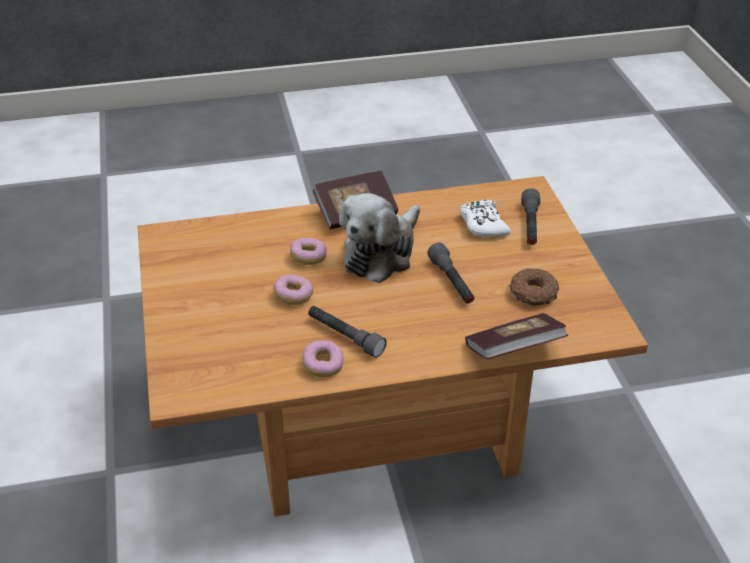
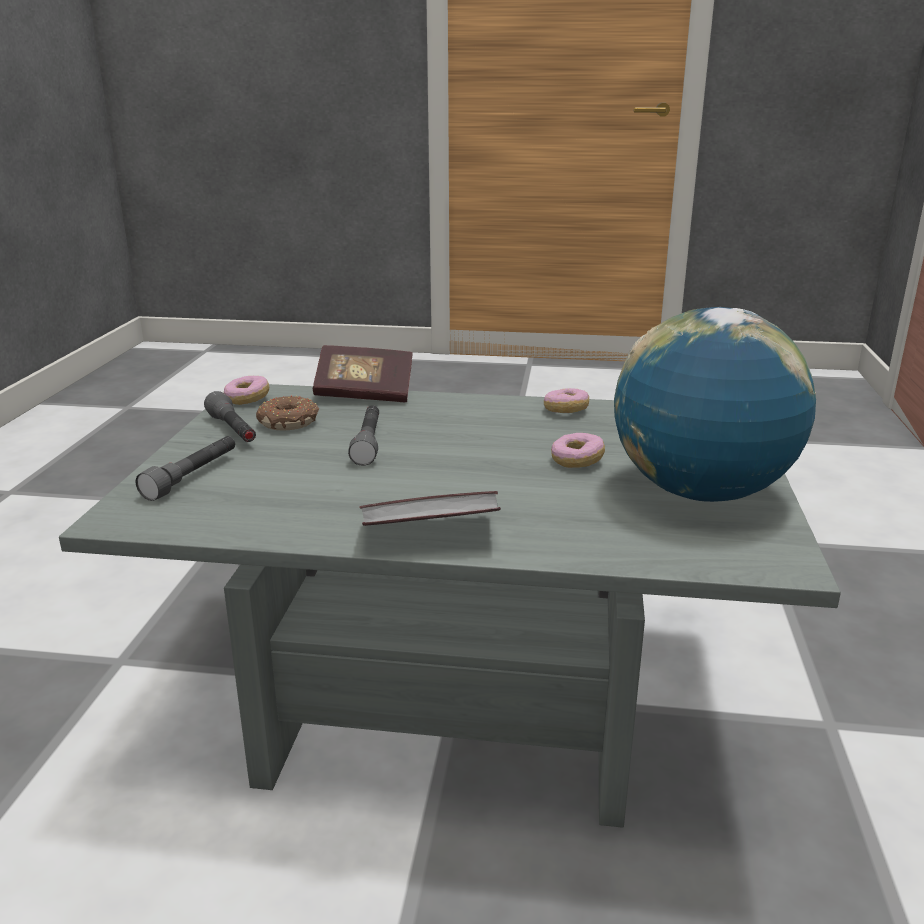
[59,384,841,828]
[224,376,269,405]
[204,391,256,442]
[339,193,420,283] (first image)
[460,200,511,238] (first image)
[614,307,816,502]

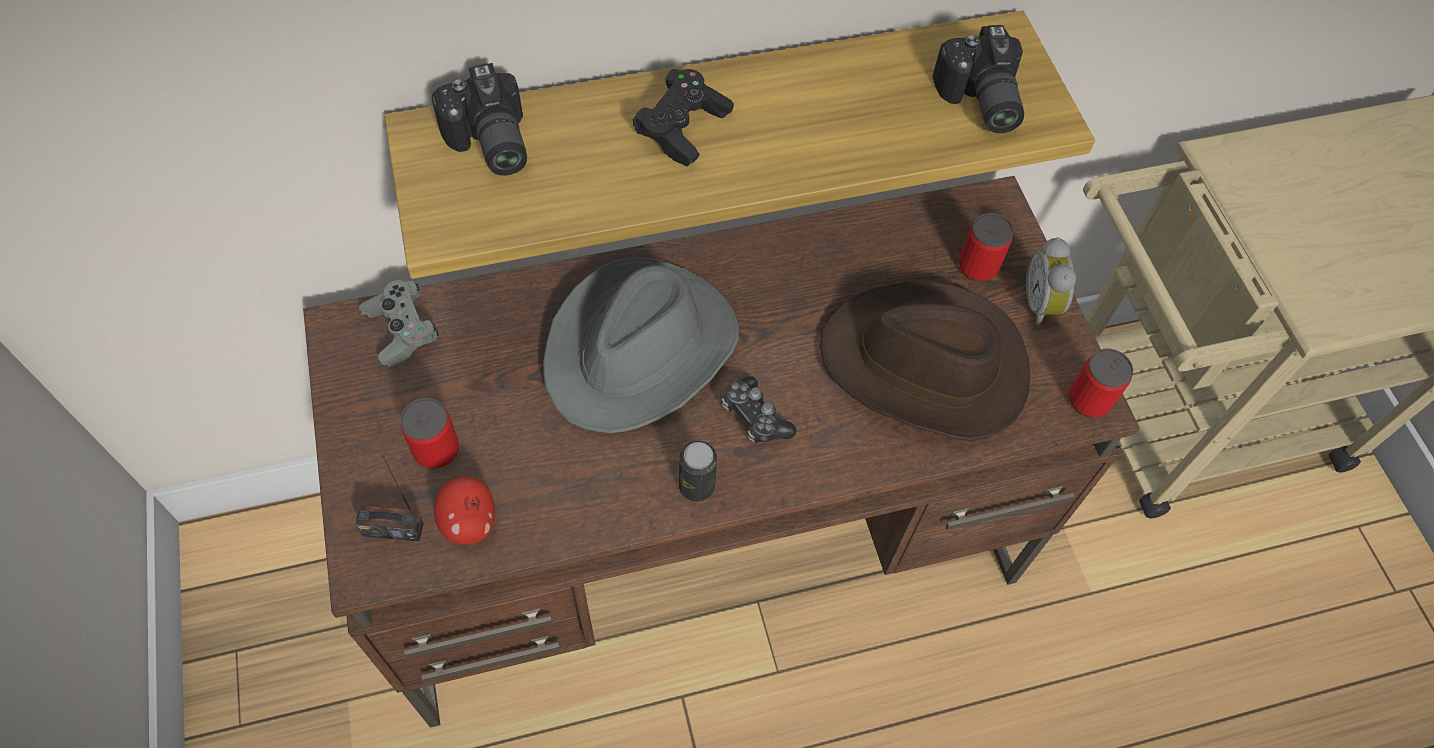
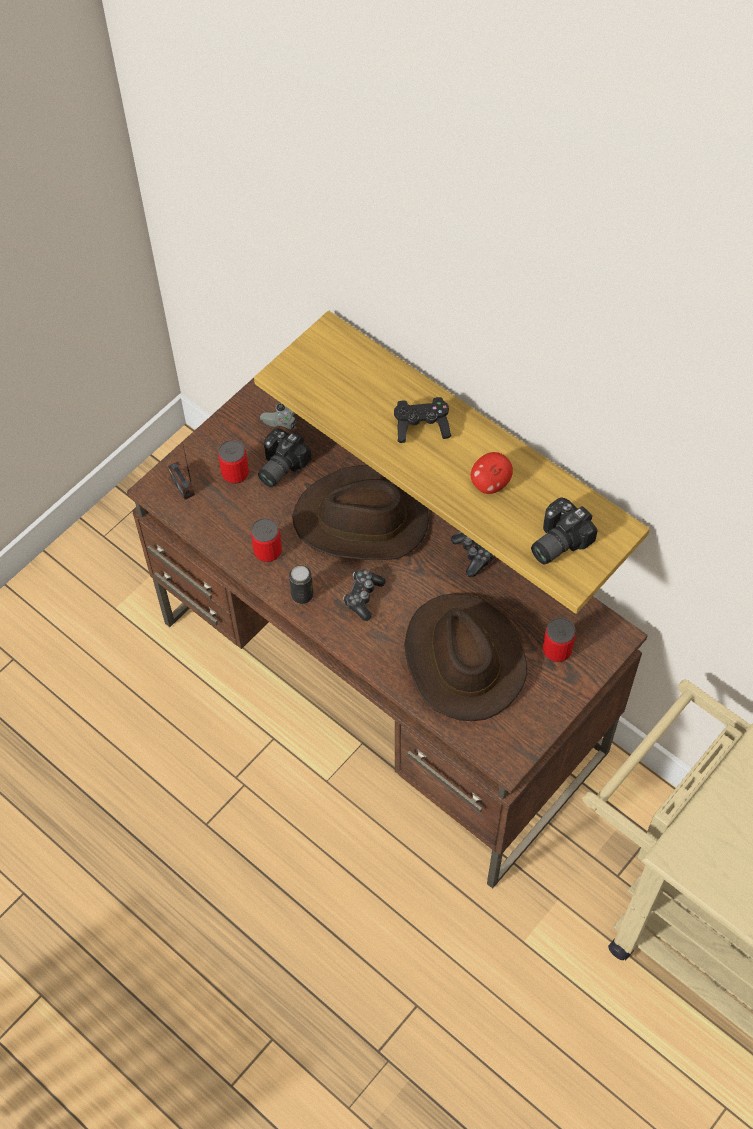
[258,428,312,487]
[471,452,513,494]
[292,465,429,560]
[1026,237,1076,327] (first image)
[251,518,282,562]
[451,532,494,577]

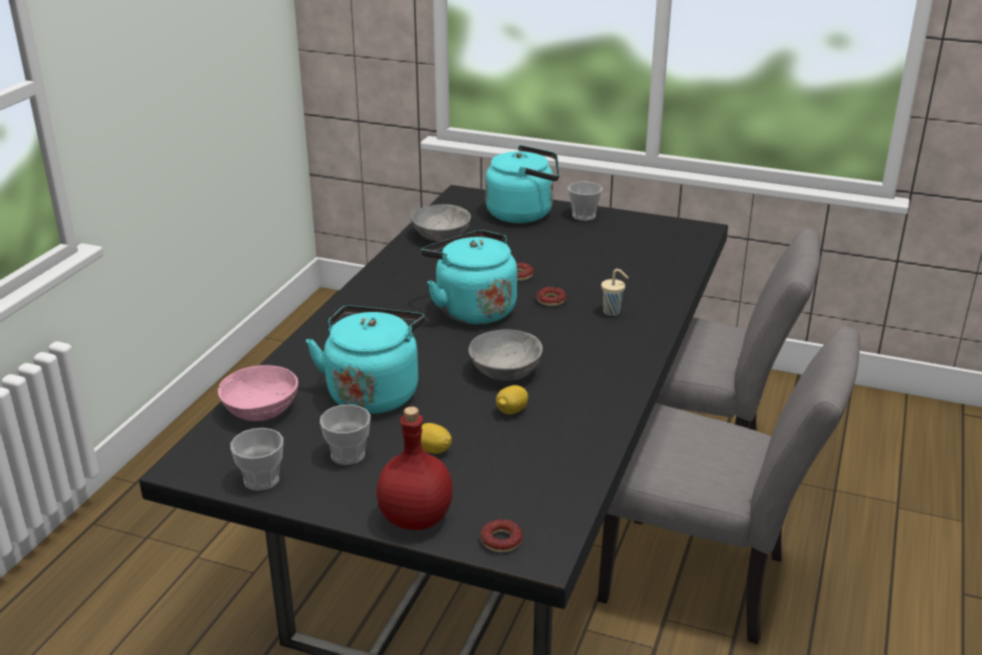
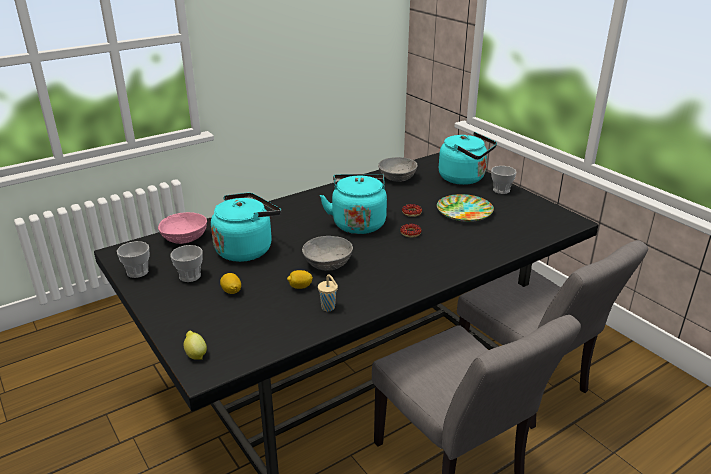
[377,407,453,530] (first image)
[184,331,207,360]
[318,275,338,311]
[437,194,494,222]

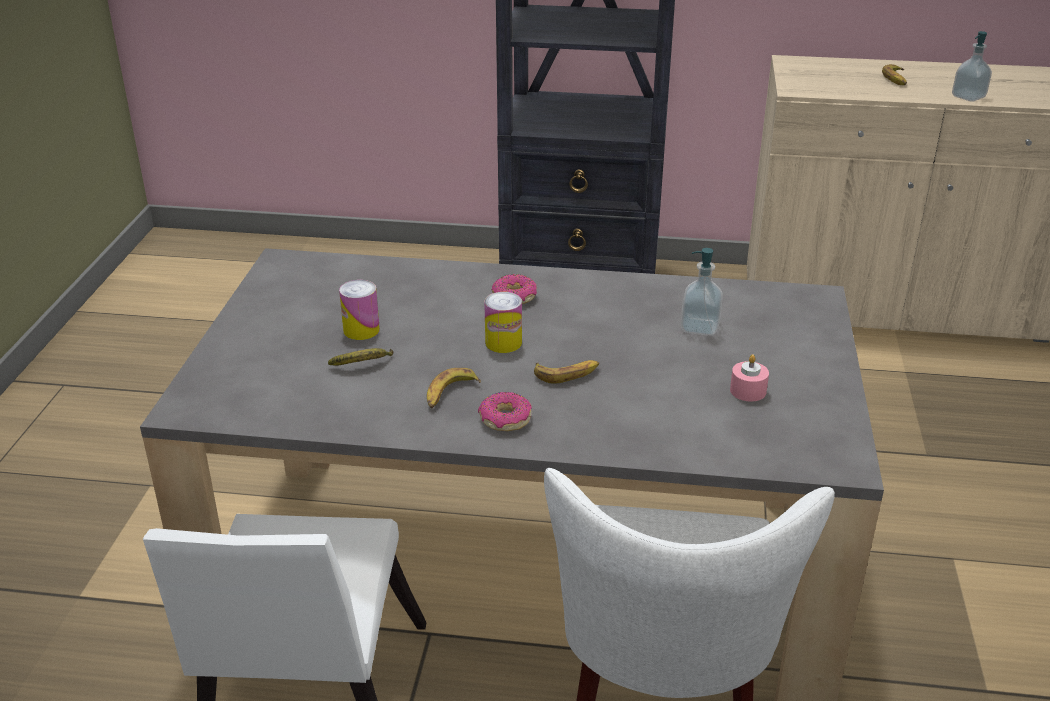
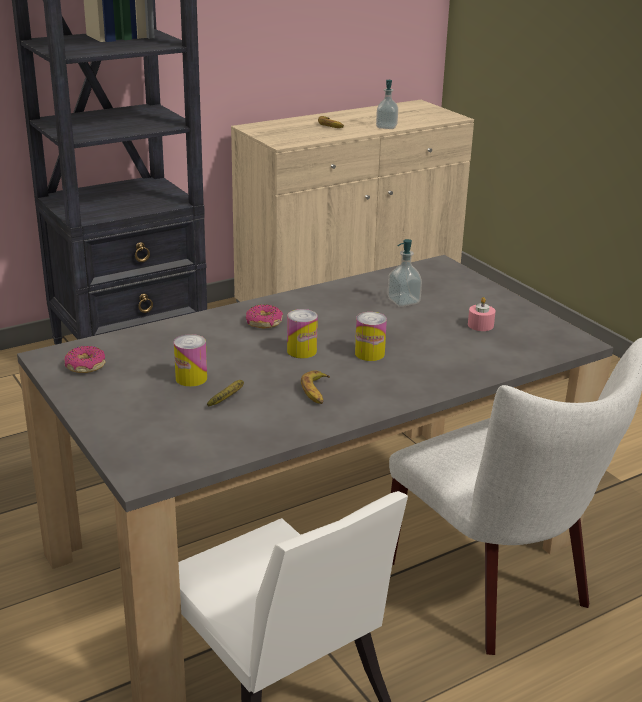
[64,346,106,373]
[355,312,387,361]

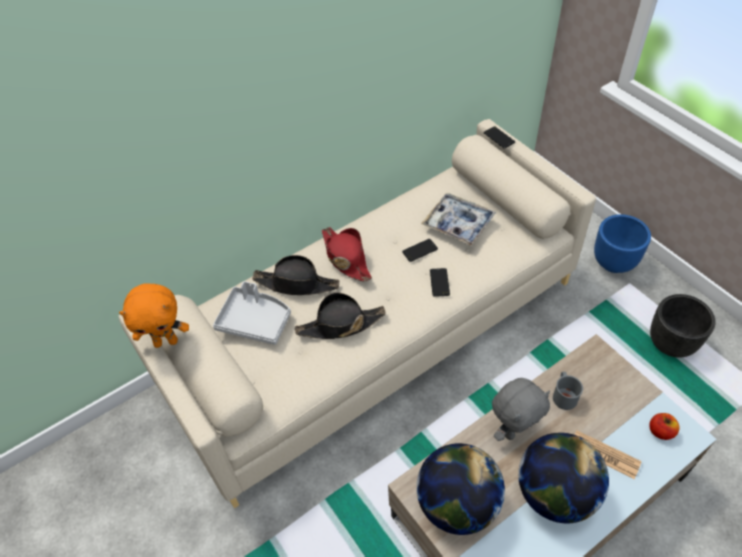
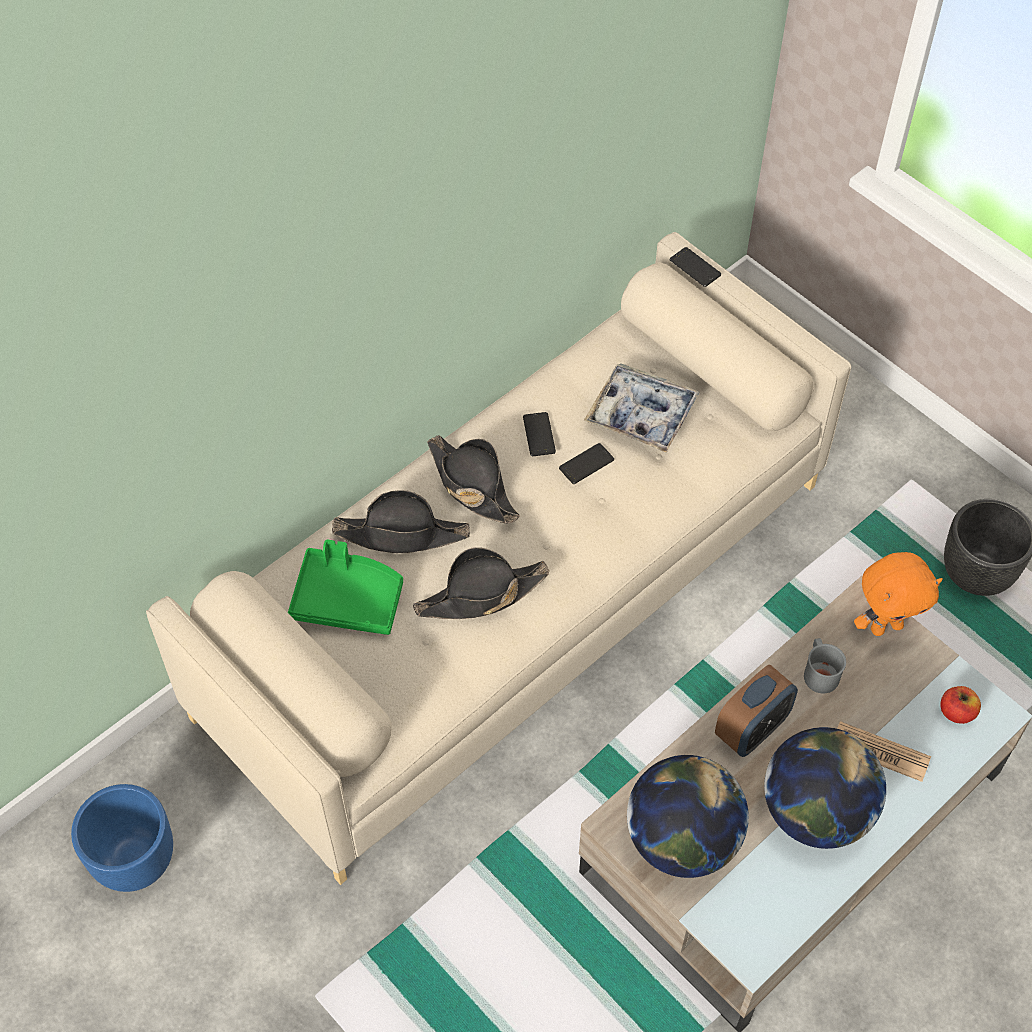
[854,552,943,636]
[288,540,403,635]
[427,435,520,523]
[523,412,556,456]
[715,665,798,757]
[71,784,173,892]

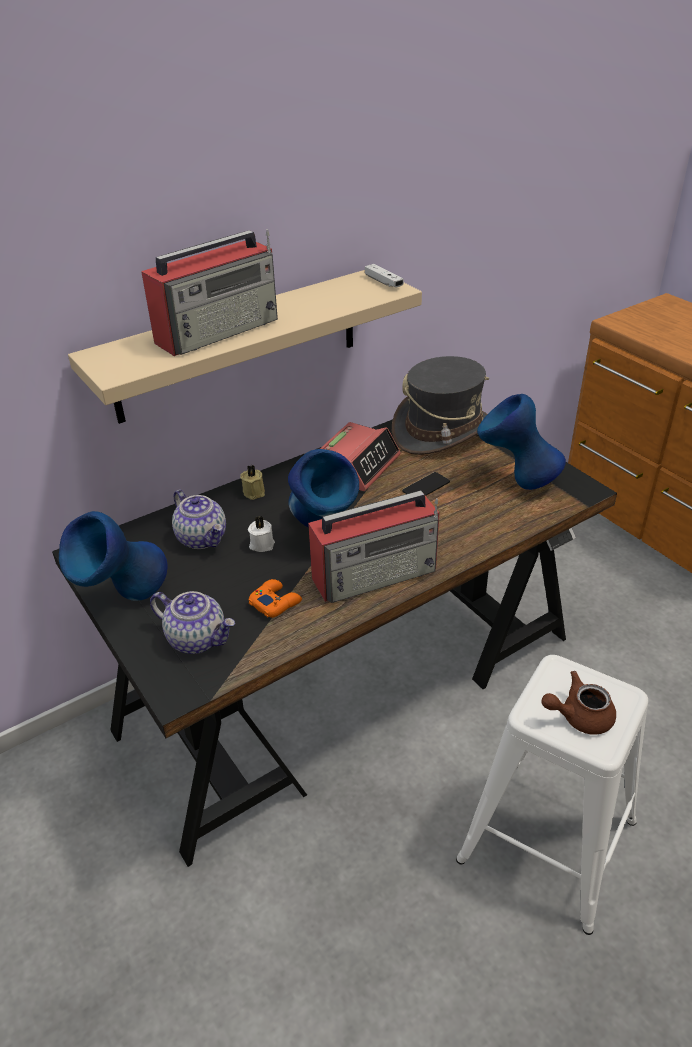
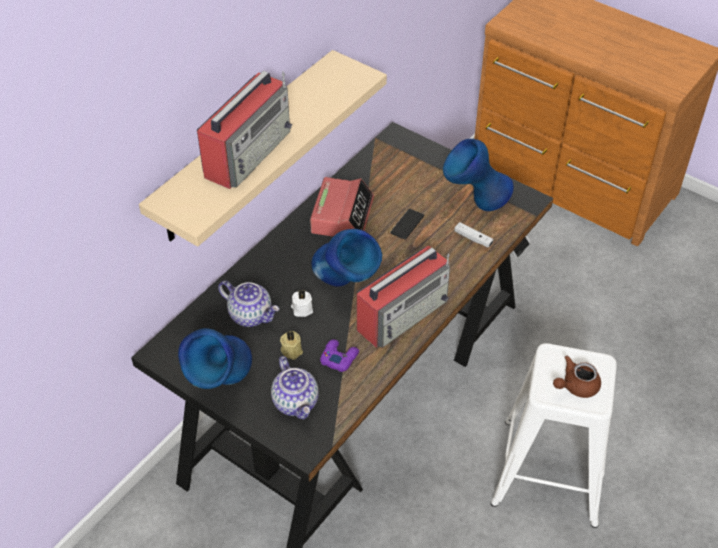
[271,356,319,420]
[280,331,303,360]
[320,339,359,372]
[455,222,493,248]
[392,356,489,455] (first image)

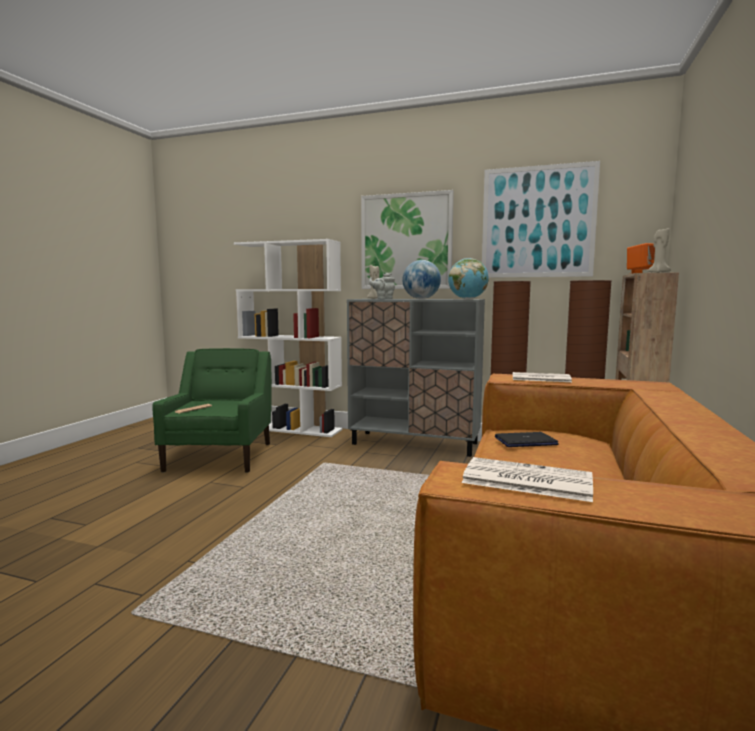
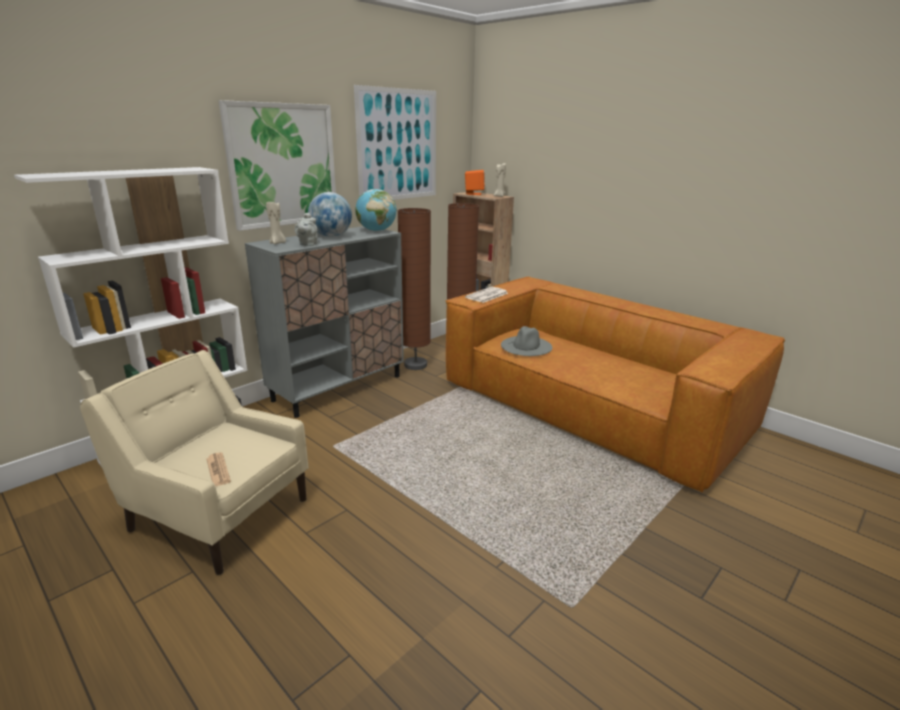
[80,350,309,575]
[461,457,593,502] (first image)
[501,326,552,356]

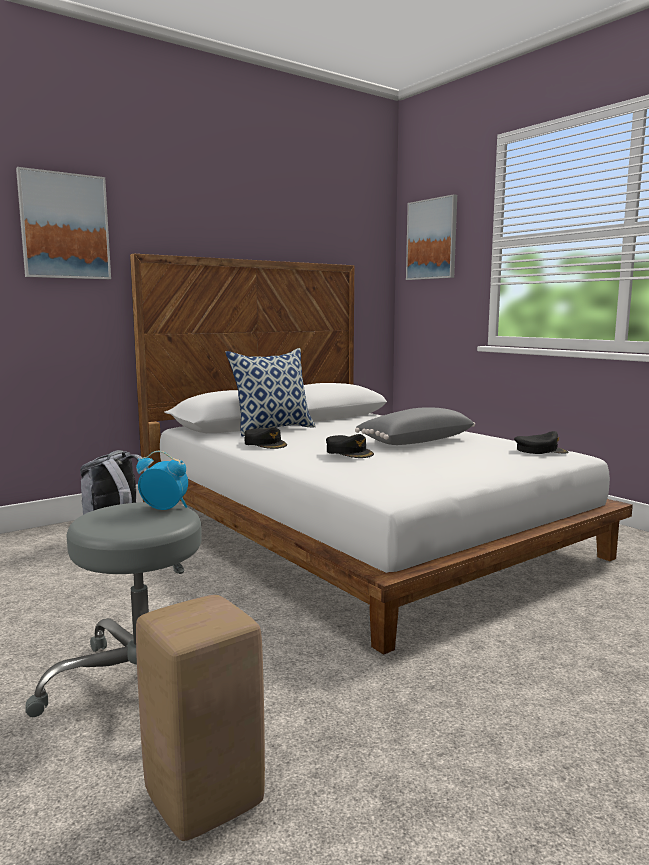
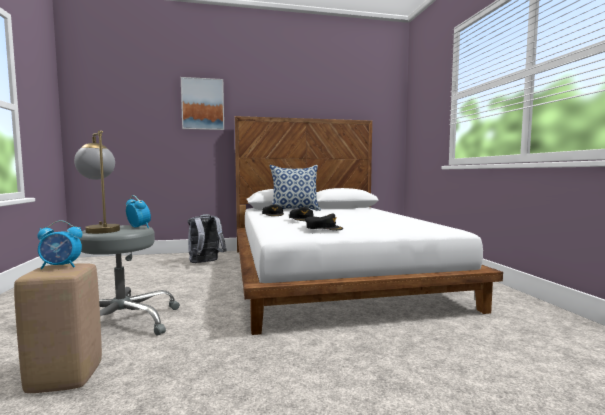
[355,407,475,445] (first image)
[406,194,457,280] (first image)
[305,214,343,230]
[37,221,82,269]
[74,131,120,234]

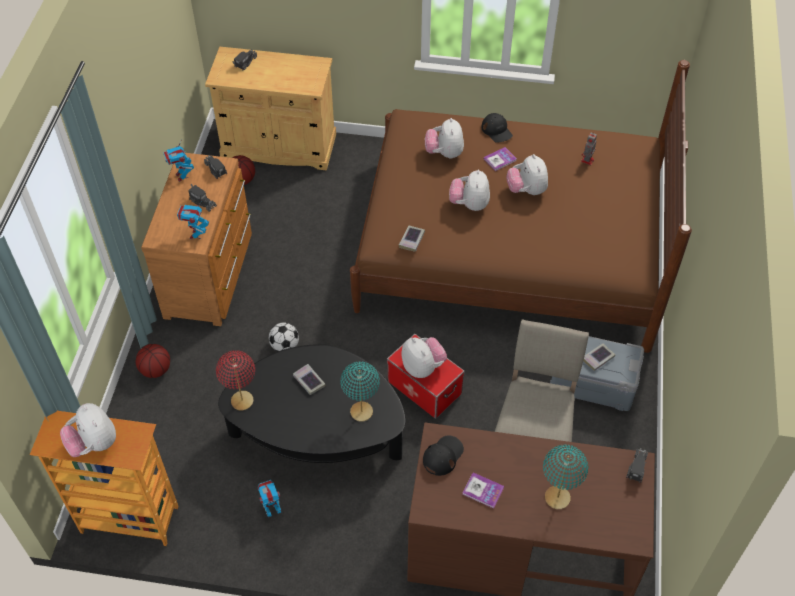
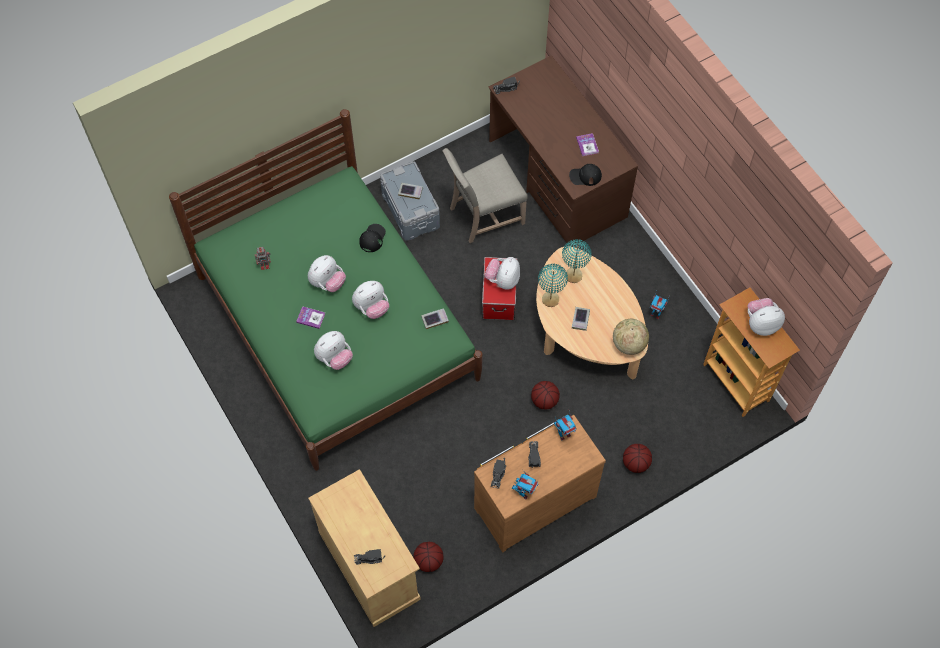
[748,298,785,336]
[613,319,649,355]
[536,247,648,380]
[531,381,560,409]
[169,109,483,471]
[359,224,386,252]
[538,264,568,307]

